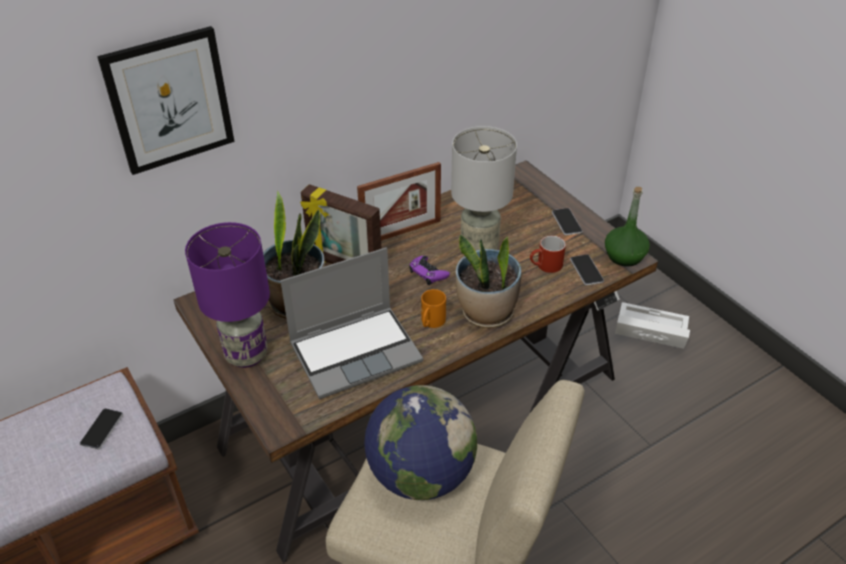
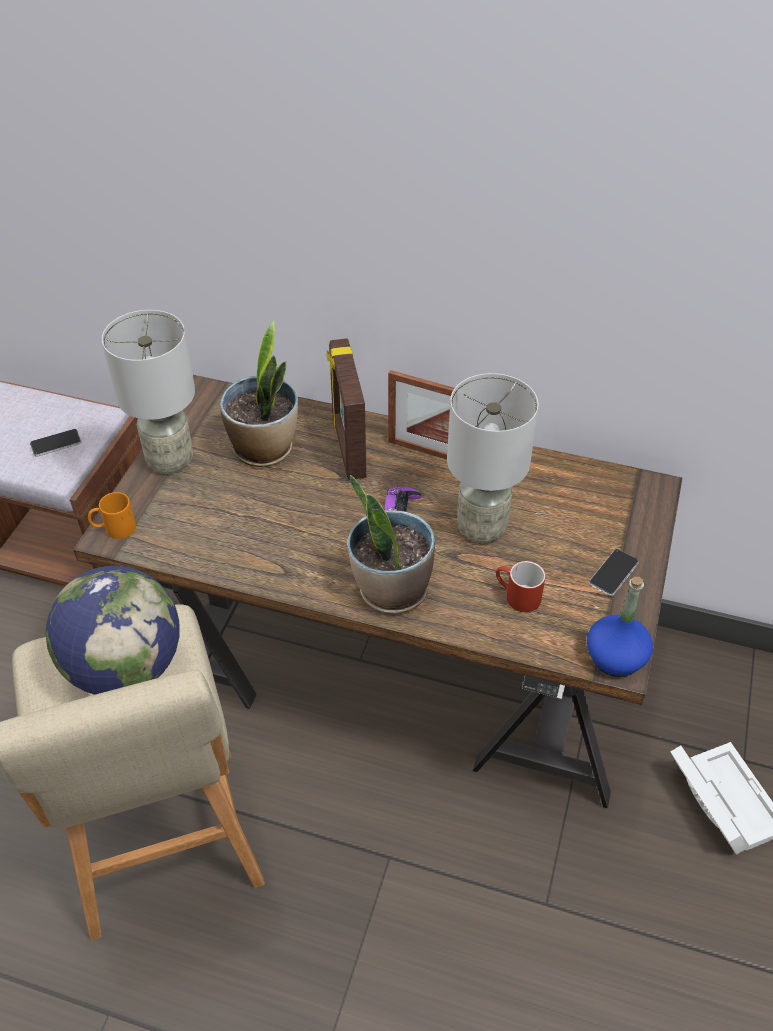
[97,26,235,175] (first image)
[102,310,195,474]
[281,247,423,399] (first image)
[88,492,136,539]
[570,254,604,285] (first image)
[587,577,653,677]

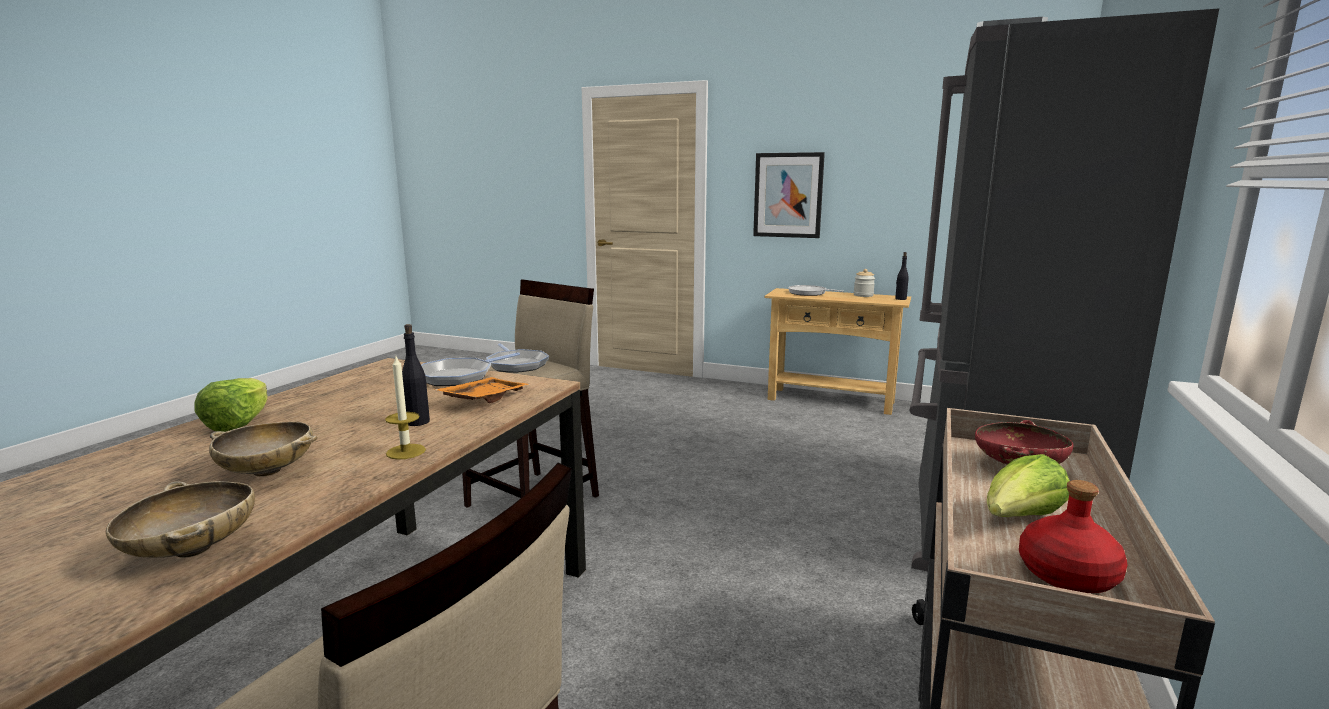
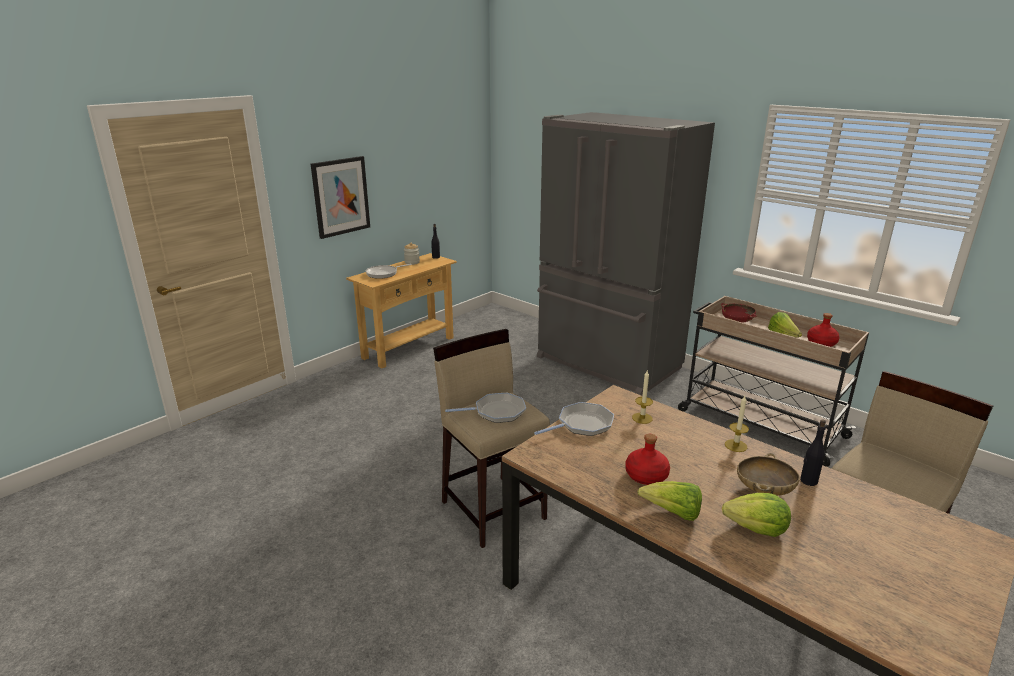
[106,481,255,558] (first image)
[800,419,826,486]
[534,402,614,436]
[632,371,653,424]
[625,434,670,485]
[722,493,791,537]

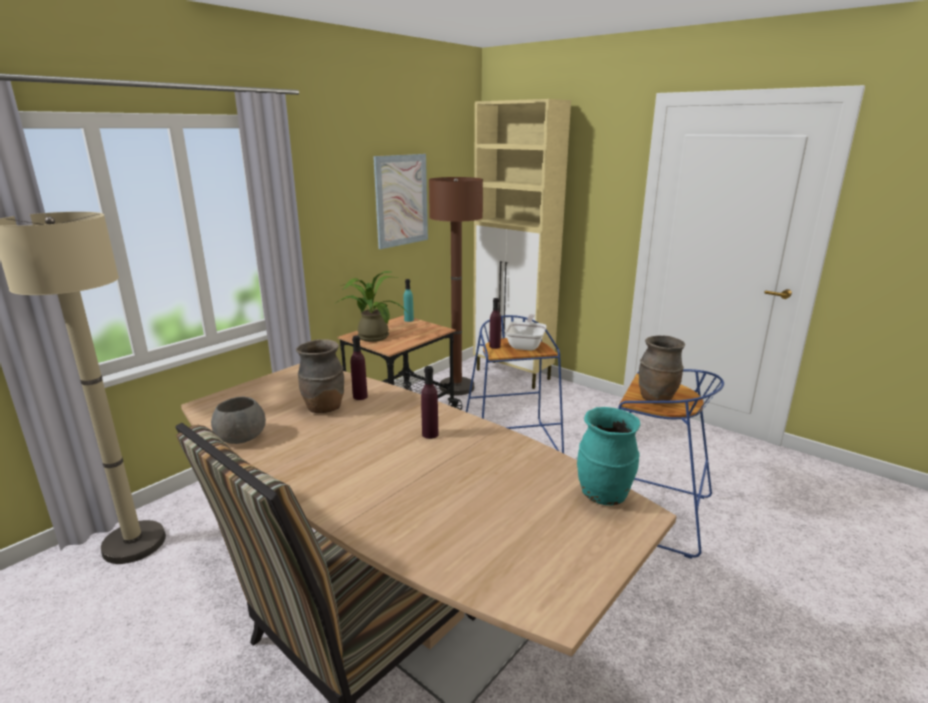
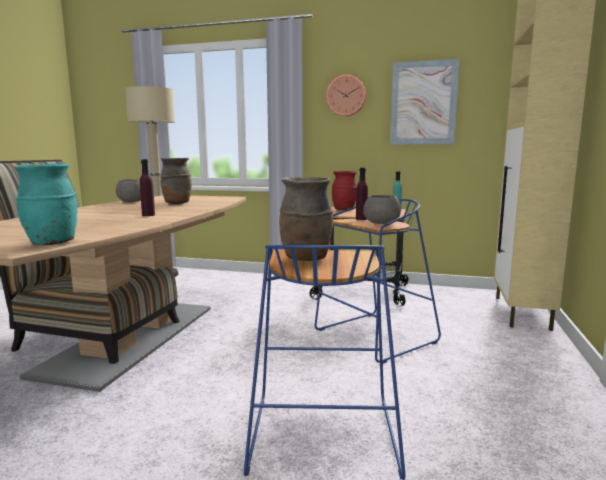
[332,171,357,210]
[351,336,368,400] (first image)
[429,177,483,395] (first image)
[363,195,401,224]
[326,74,366,116]

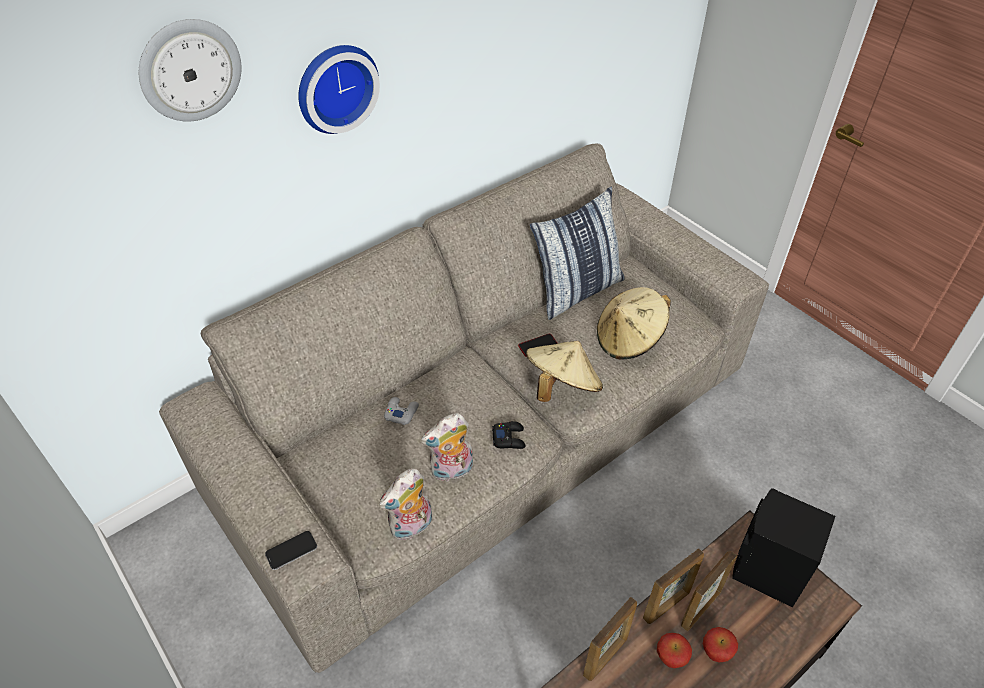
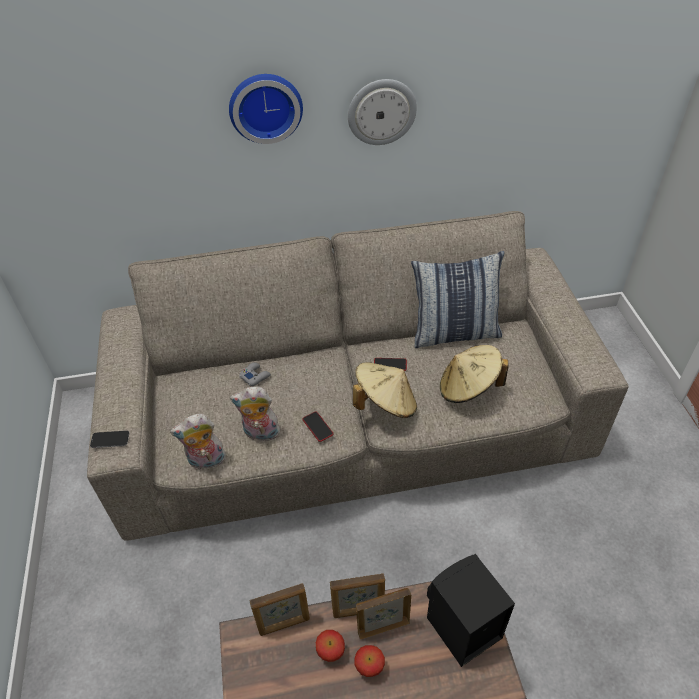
[348,79,417,145]
[303,412,334,442]

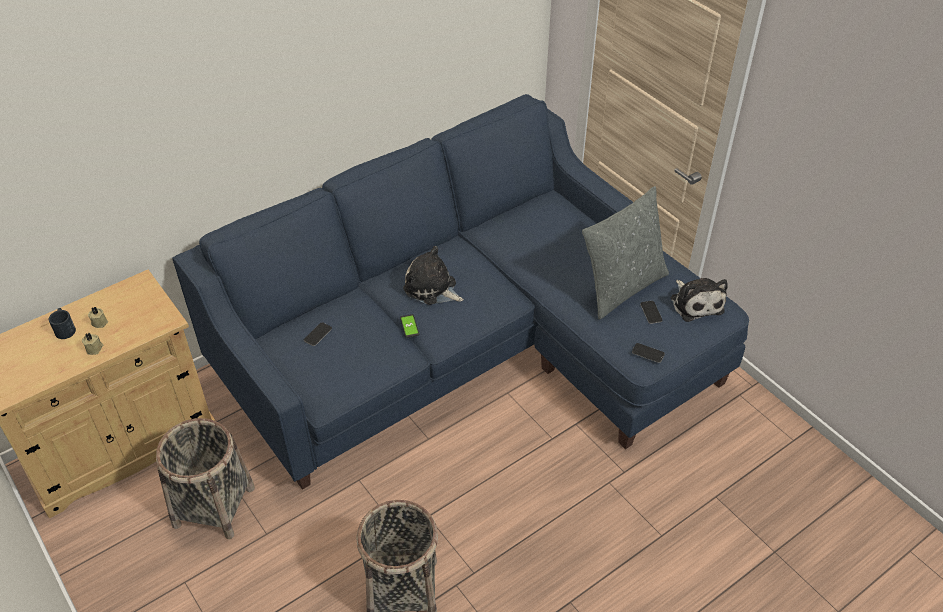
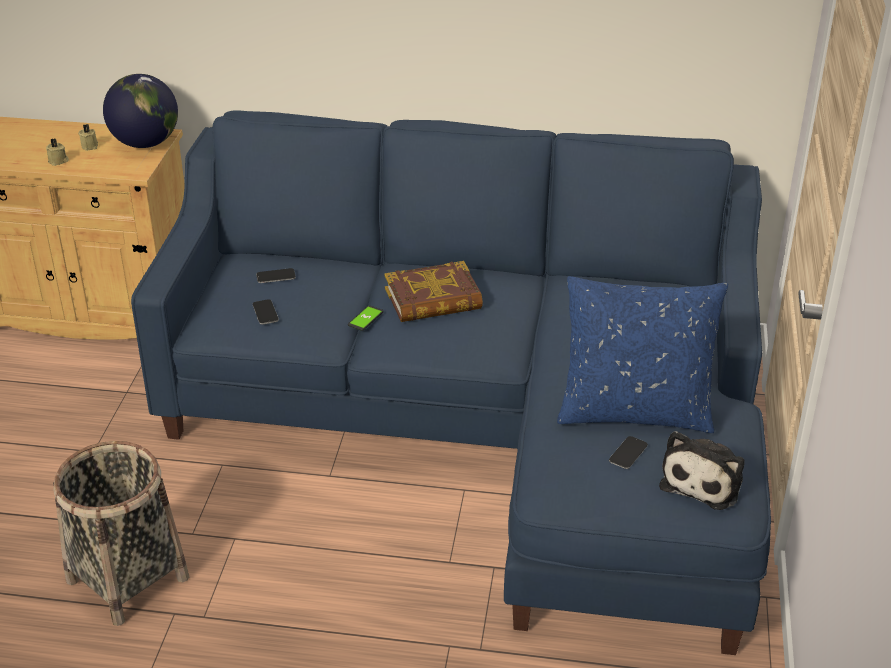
[48,308,76,339] (first image)
[156,418,255,539] (first image)
[384,261,483,322]
[557,276,728,433]
[253,299,279,325]
[103,74,178,148]

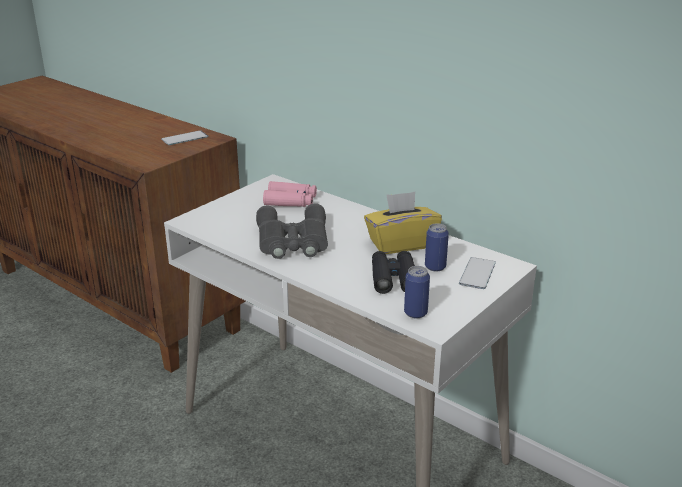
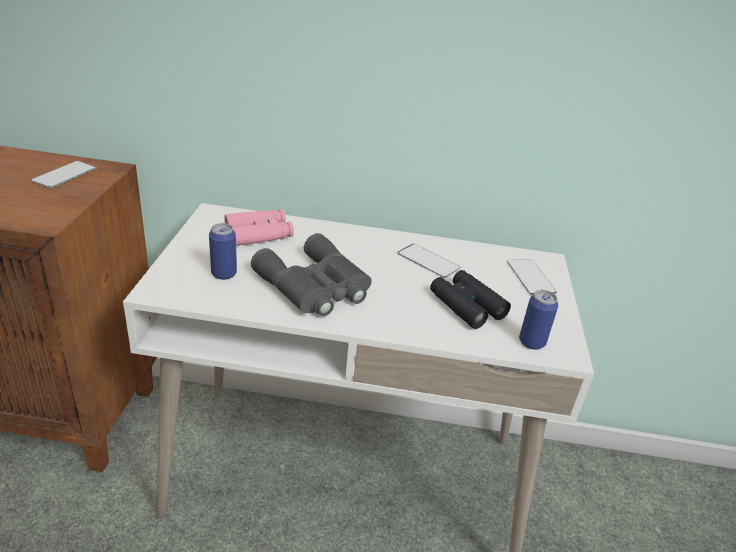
[398,244,461,278]
[209,223,237,280]

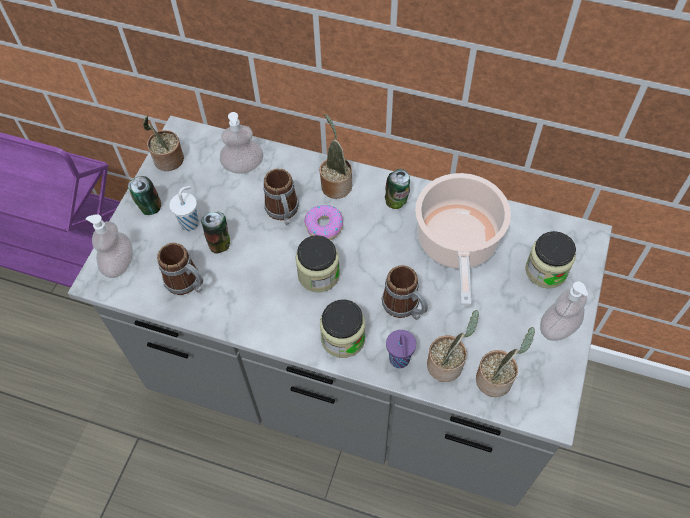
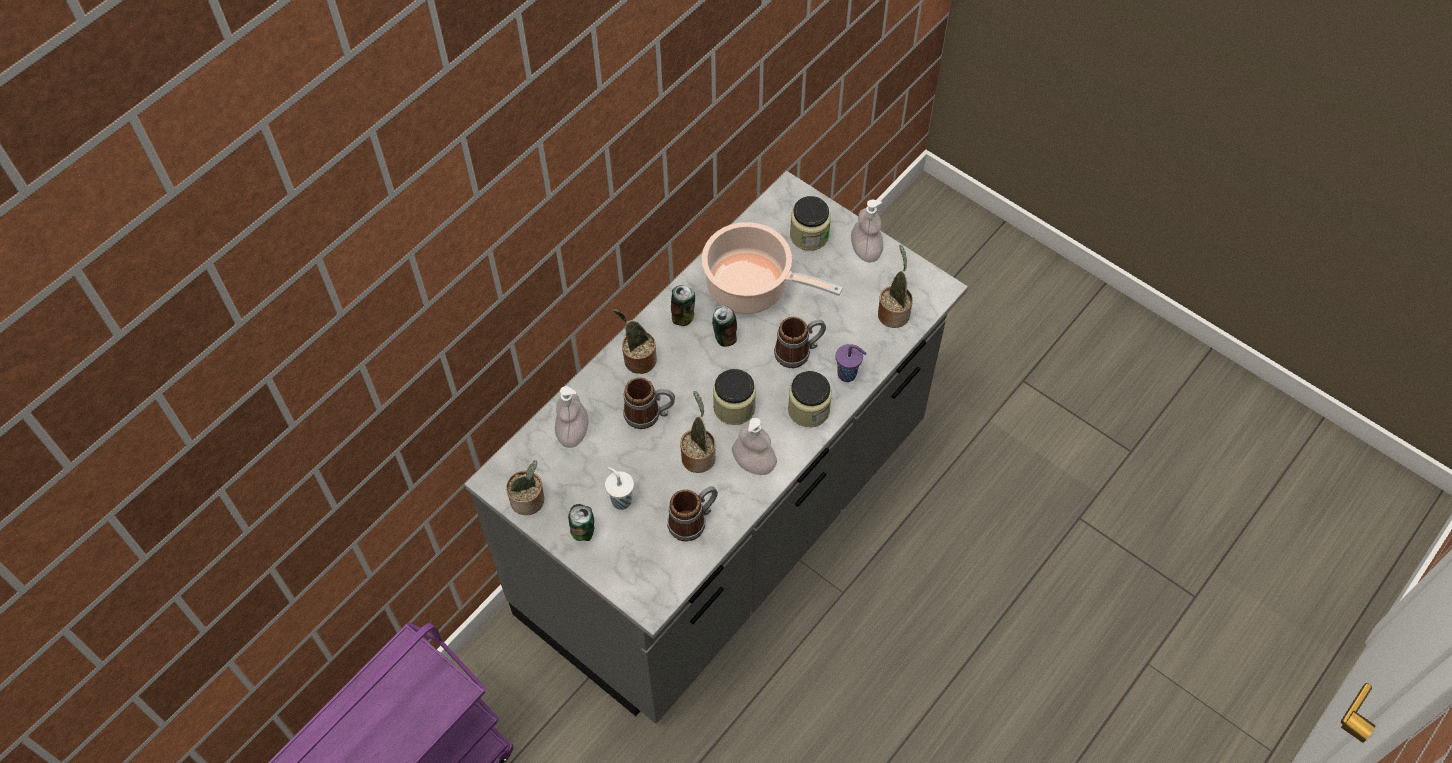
[732,418,777,475]
[712,305,737,347]
[304,205,343,240] (first image)
[680,391,716,473]

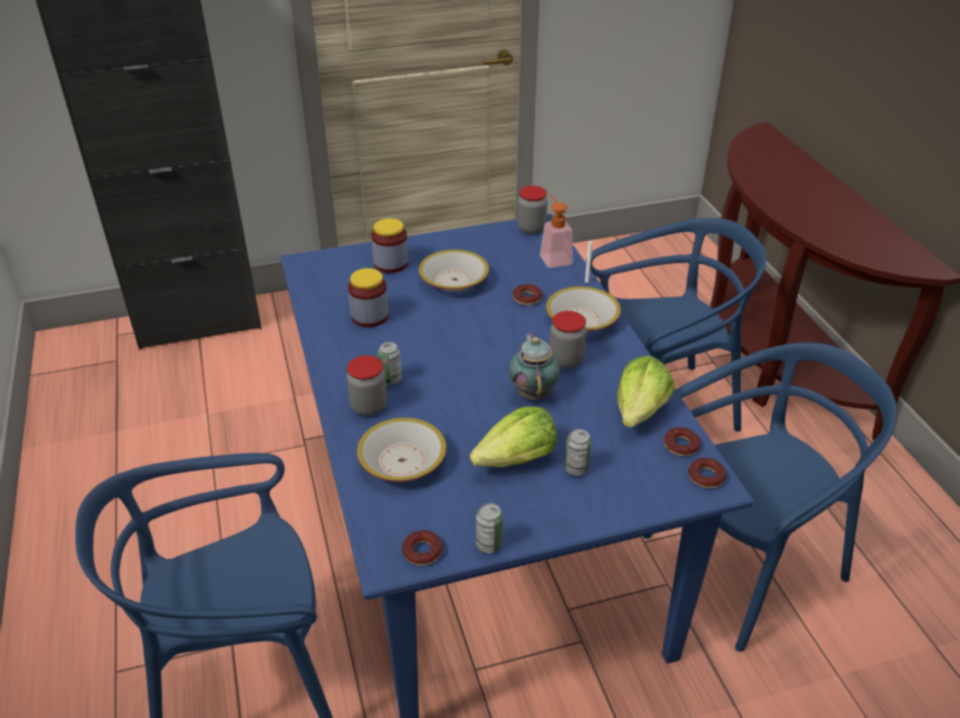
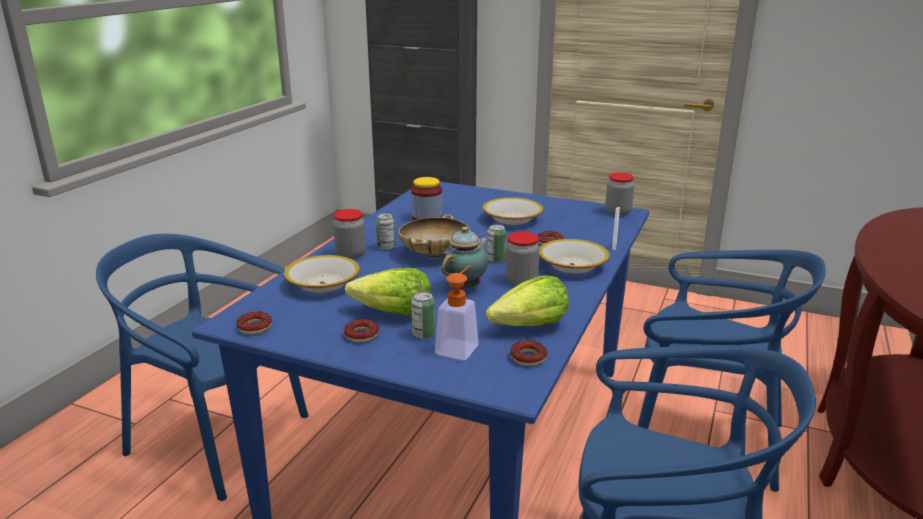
[371,218,408,273] (first image)
[487,224,506,263]
[435,265,479,360]
[344,319,379,342]
[398,214,470,258]

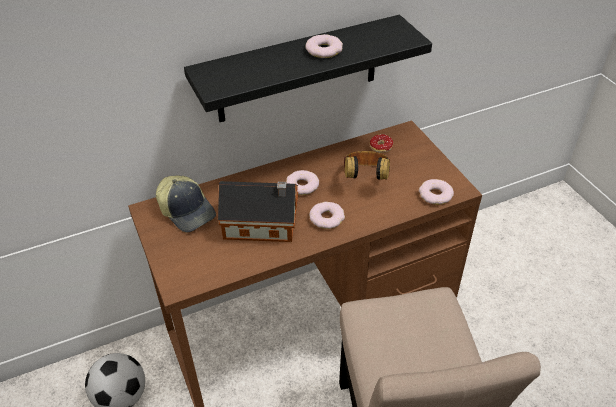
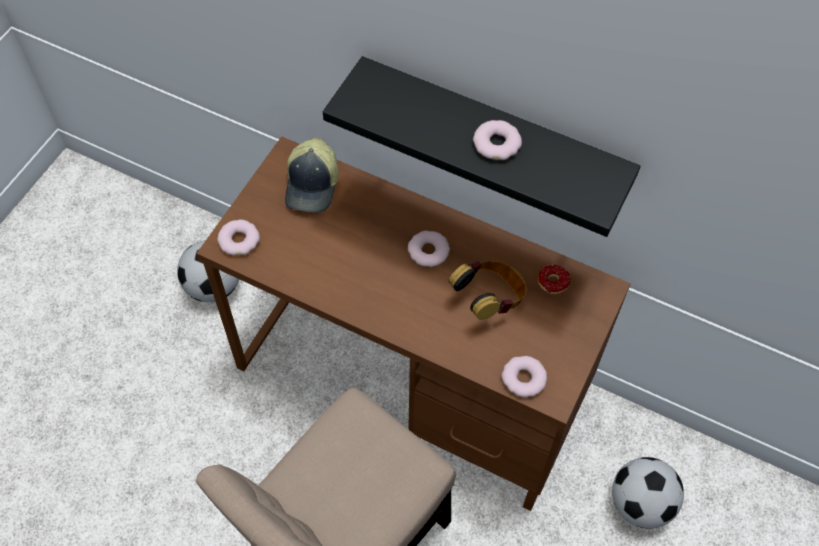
[218,181,298,242] (first image)
[217,219,260,255]
[612,457,684,529]

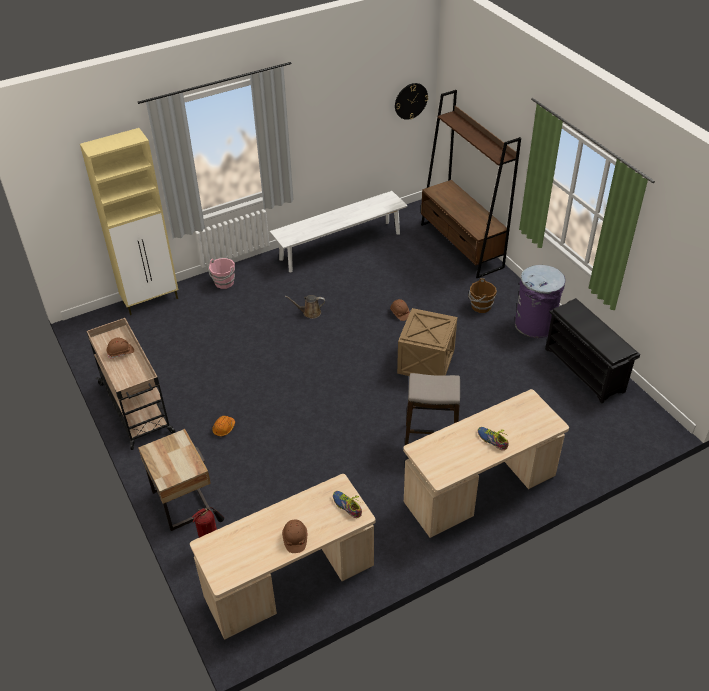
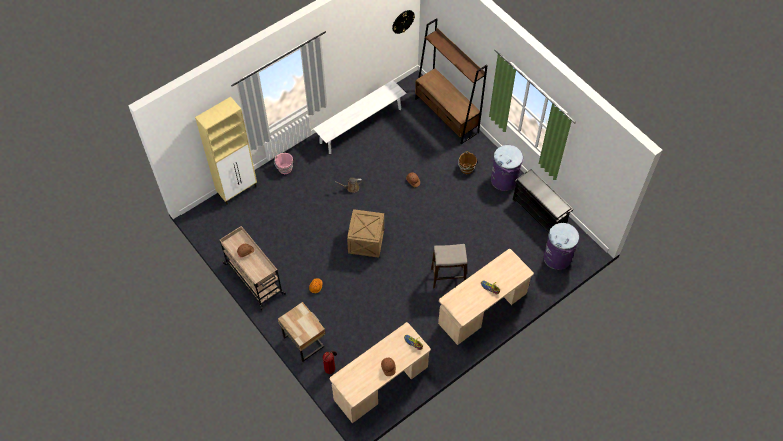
[347,209,384,258]
[544,223,579,270]

